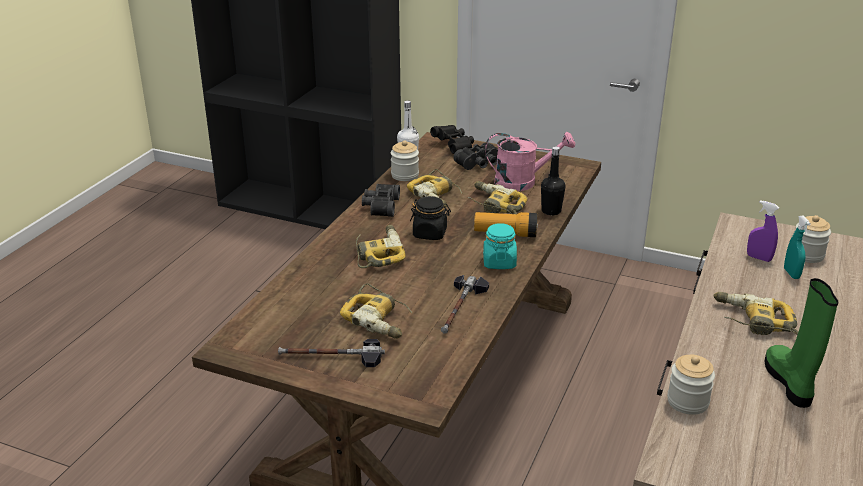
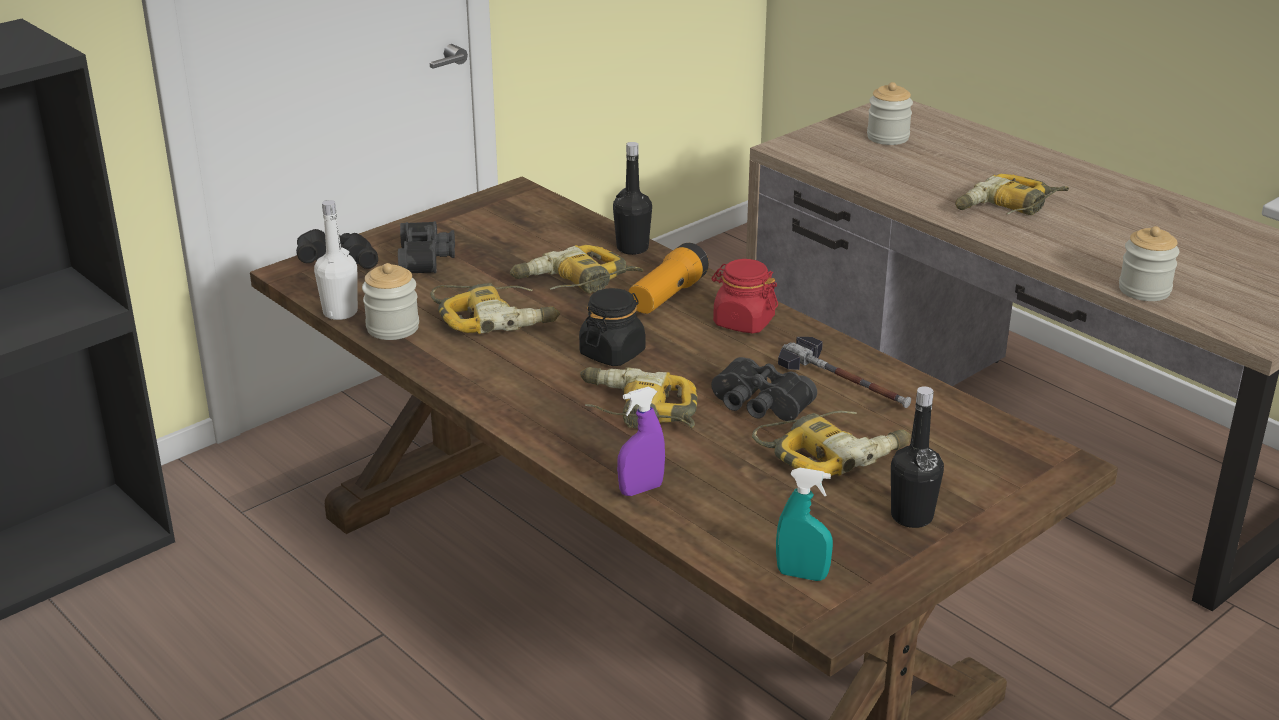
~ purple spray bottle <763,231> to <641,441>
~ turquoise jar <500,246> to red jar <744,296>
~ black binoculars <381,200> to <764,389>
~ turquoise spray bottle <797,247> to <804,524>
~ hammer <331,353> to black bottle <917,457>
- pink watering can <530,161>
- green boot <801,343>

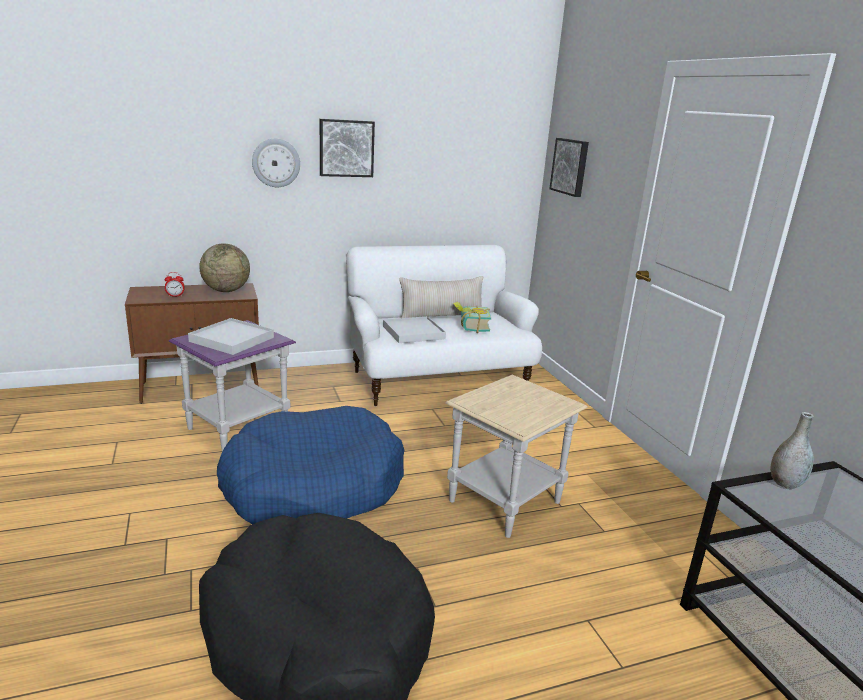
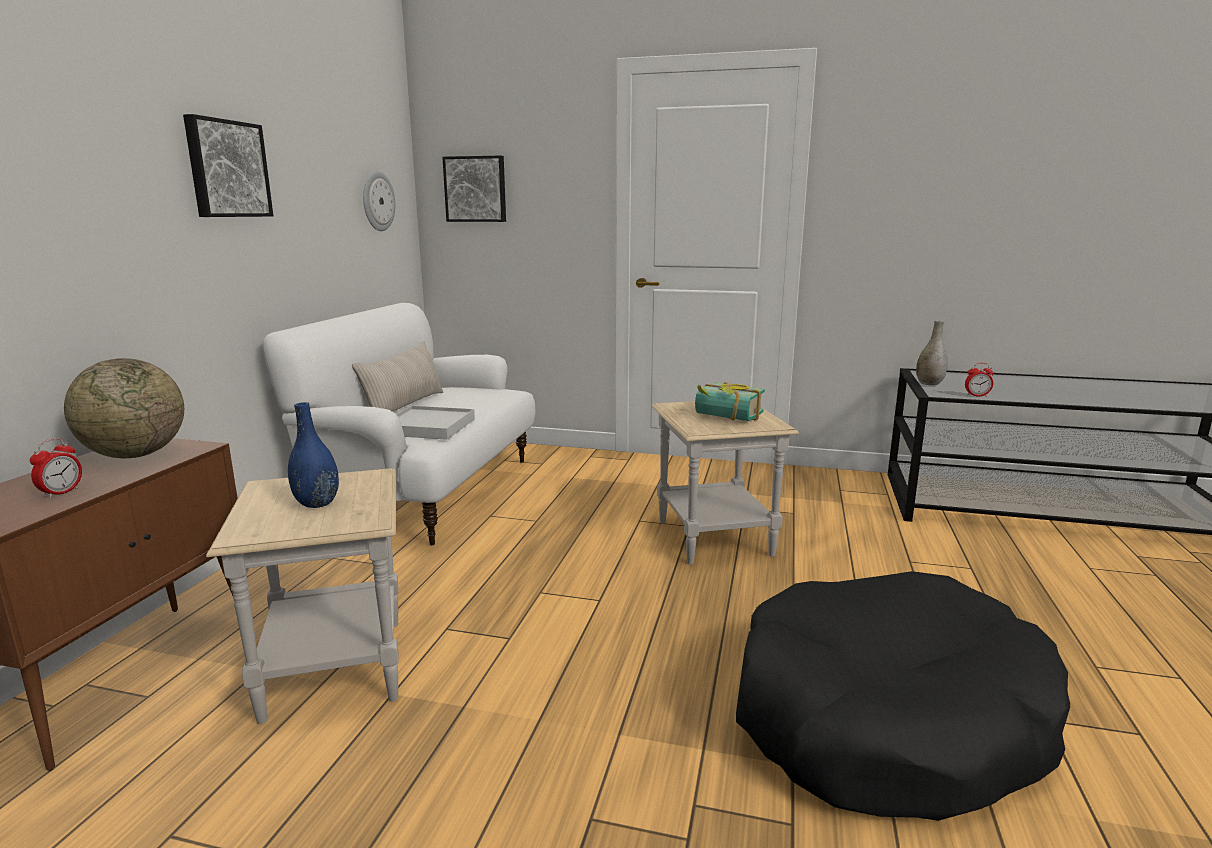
~ purple side table <232,386> to beige side table <302,596>
~ white tray <231,336> to blue vase <313,455>
~ wall clock <276,163> to <379,201>
~ book <472,317> to <730,401>
+ alarm clock <979,380>
- blue dog bed <310,465>

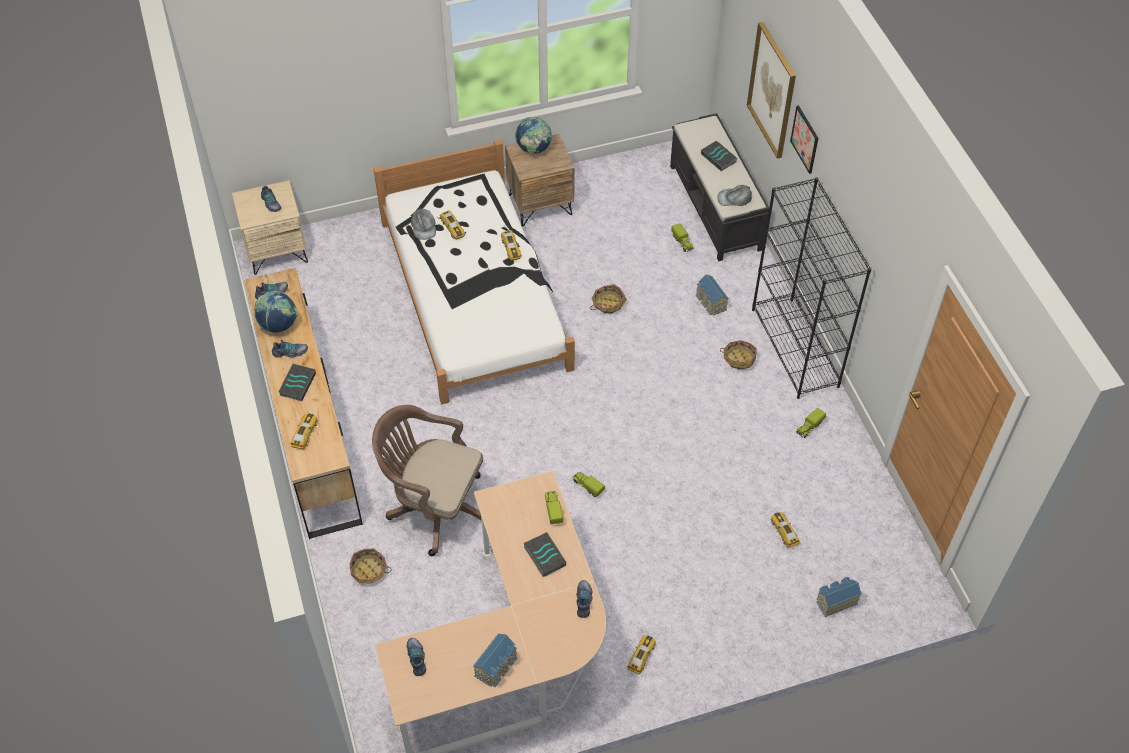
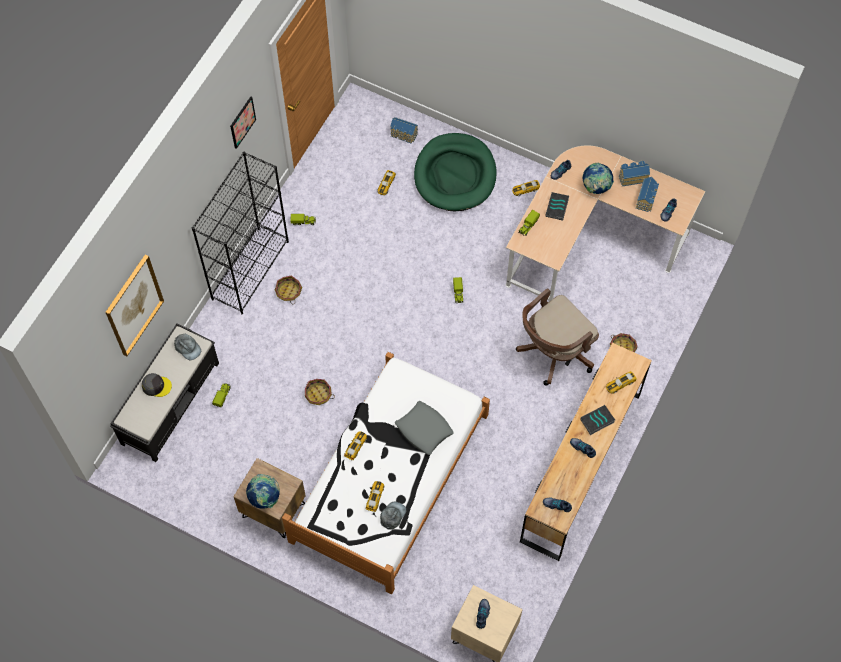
~ book <719,156> to grey cap <157,385>
~ picture <804,139> to <243,122>
+ grey pillow <424,428>
+ green dog bed <455,172>
~ brown office chair <427,480> = <557,337> 75 degrees clockwise
~ globe <276,311> to <598,178>
~ toy house <712,295> to <647,194>

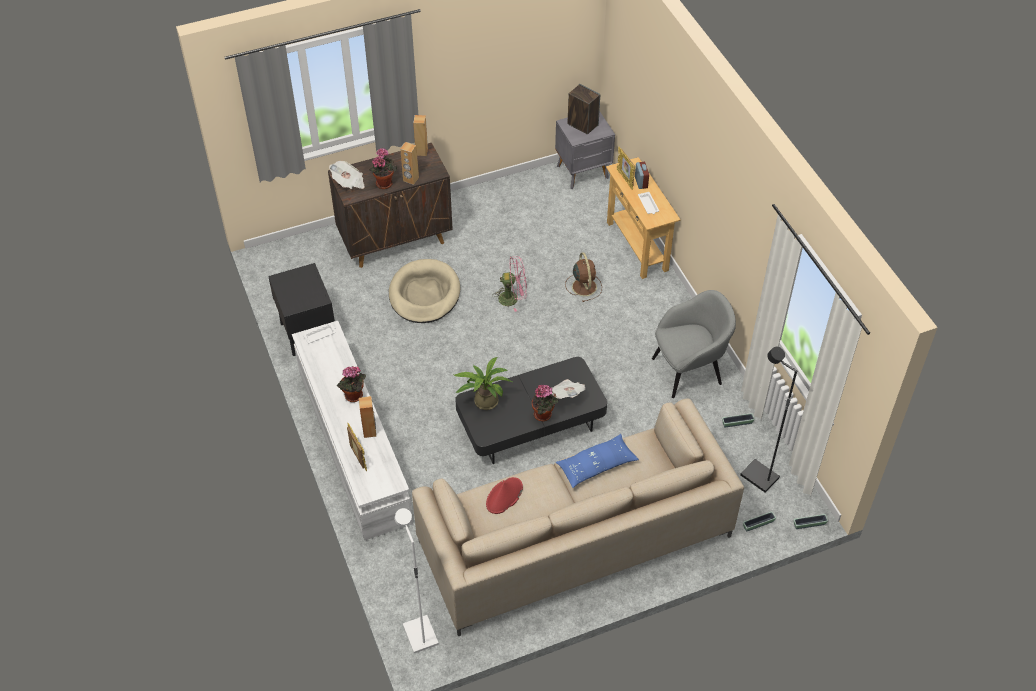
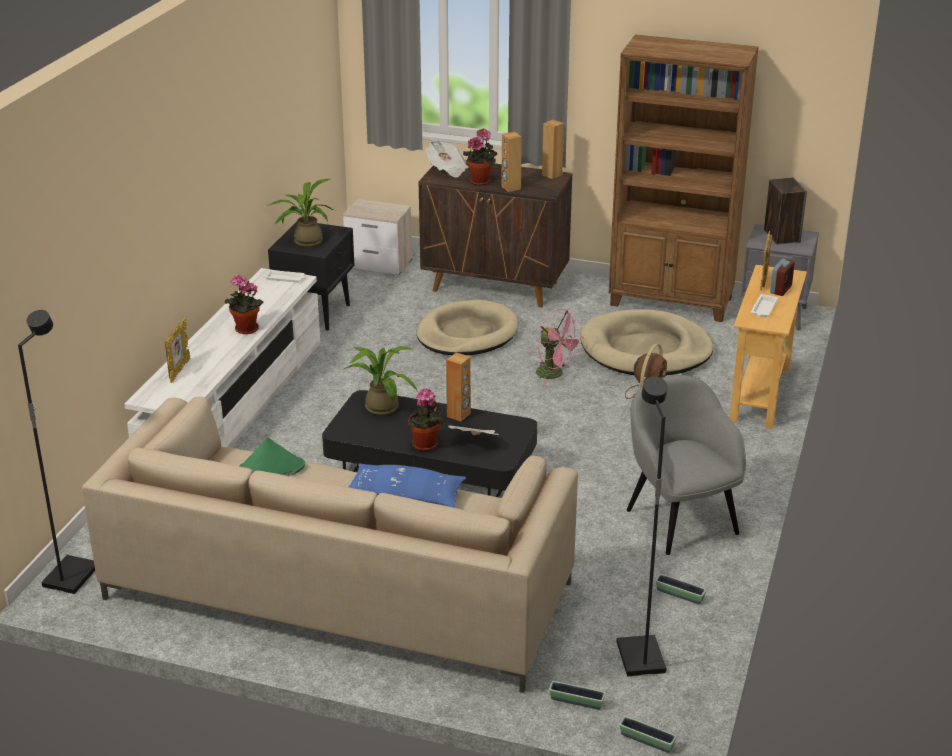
~ white floor lamp <417,581> to black floor lamp <56,452>
~ red hat <504,495> to green hat <272,457>
+ potted plant <301,213>
+ nightstand <377,237>
~ brown speaker <367,417> to <458,387>
+ beige dog bed <646,342>
+ brown bookcase <684,178>
~ grey armchair <694,344> = <686,465> 135 degrees counterclockwise

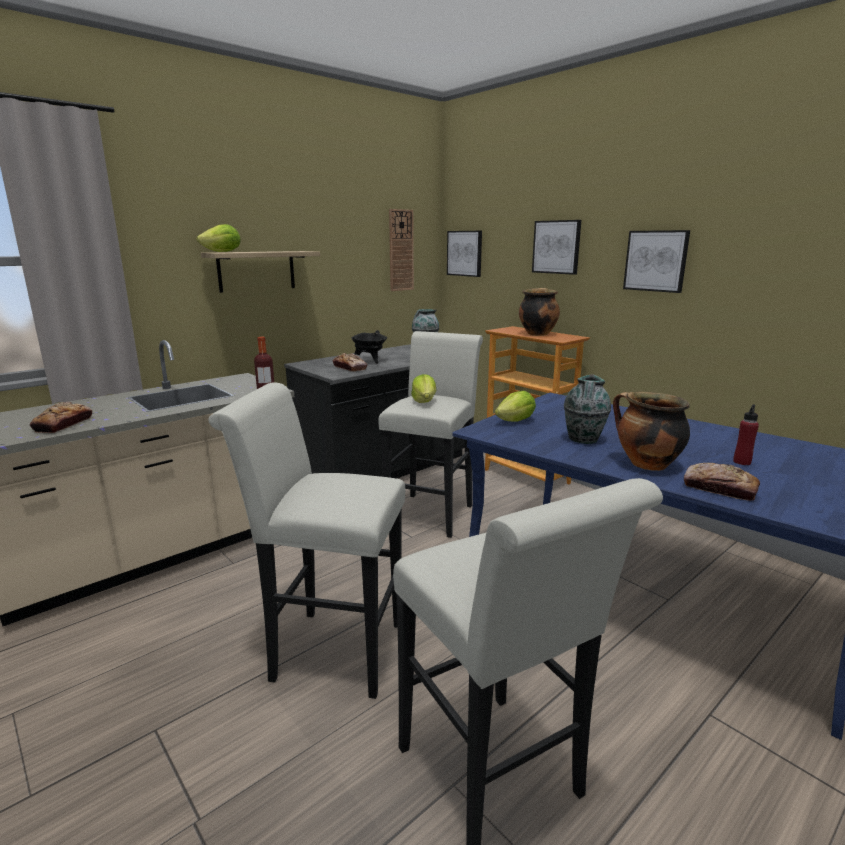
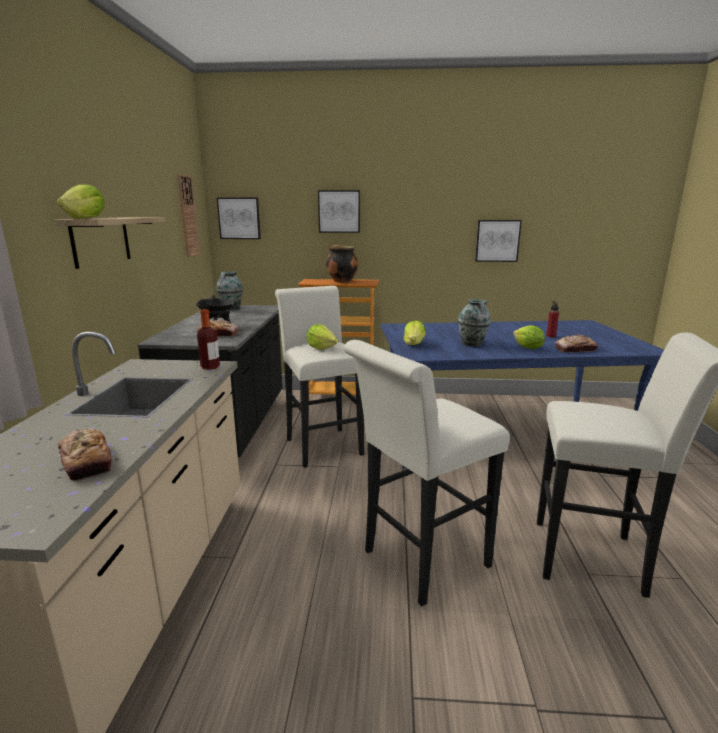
~ picture <656,261> to <498,241>
~ cooking pot <651,431> to lettuce <529,337>

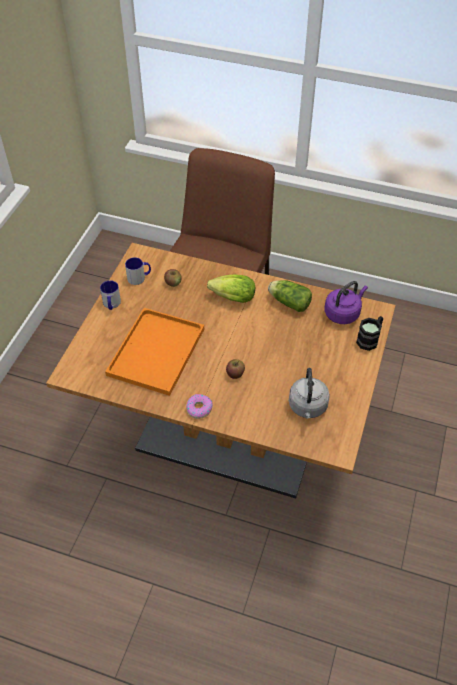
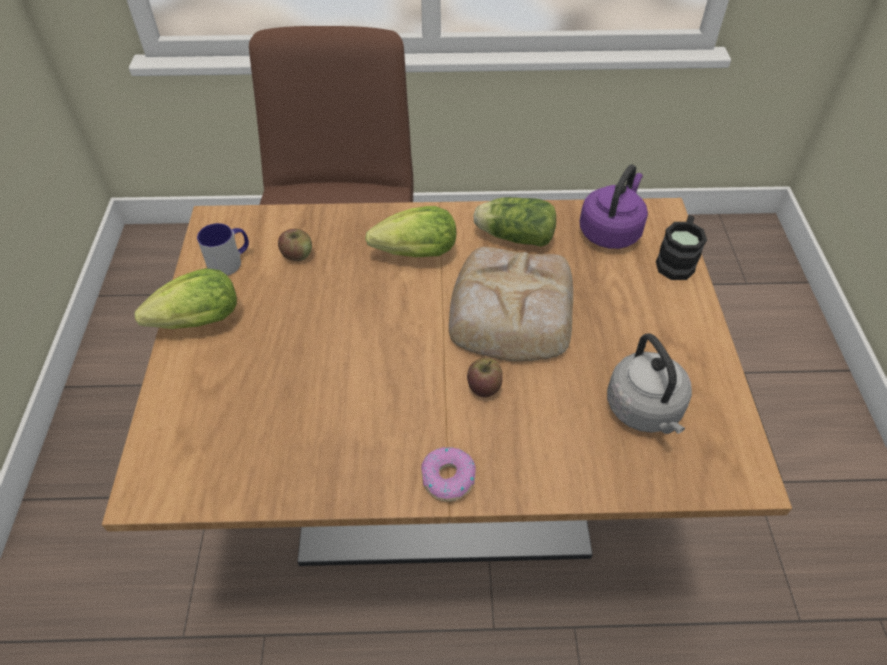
~ mug <110,295> to lettuce <185,298>
+ bread <511,304>
- orange tray <154,352>

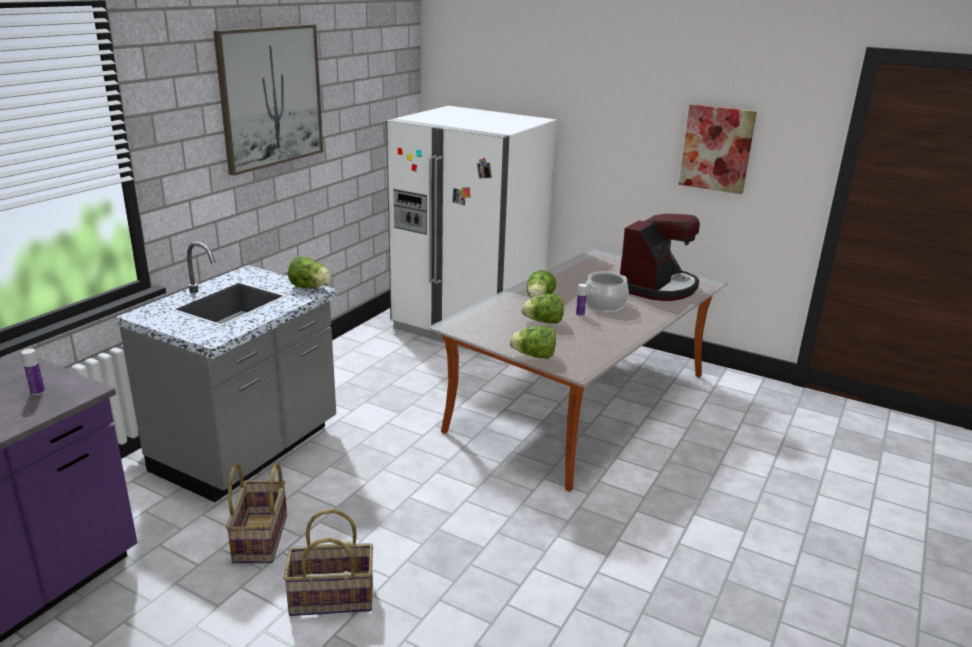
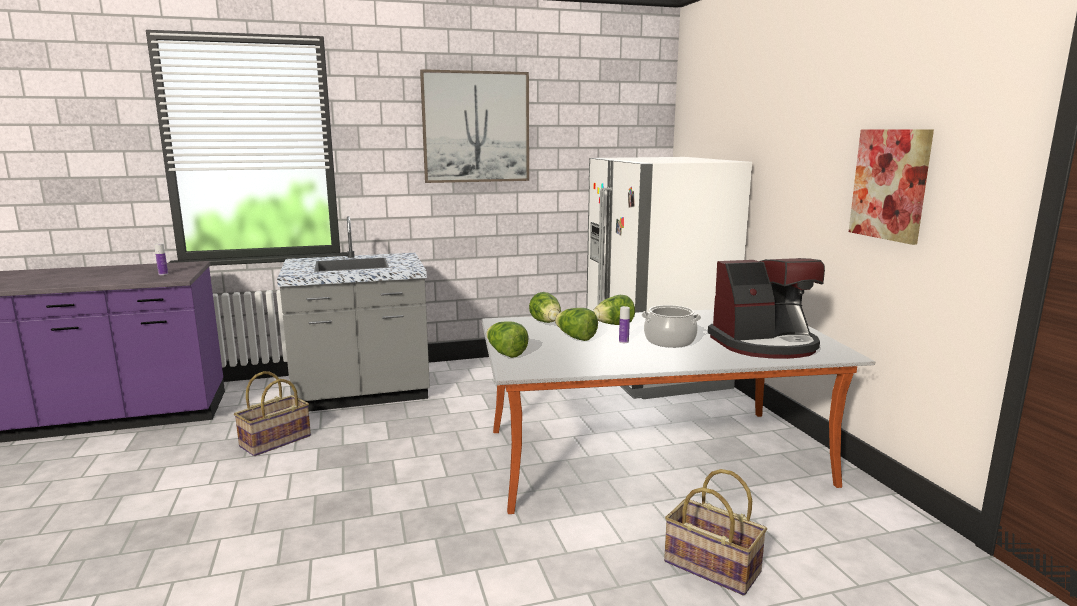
~ lettuce <310,272> to <545,307>
~ basket <328,562> to <715,532>

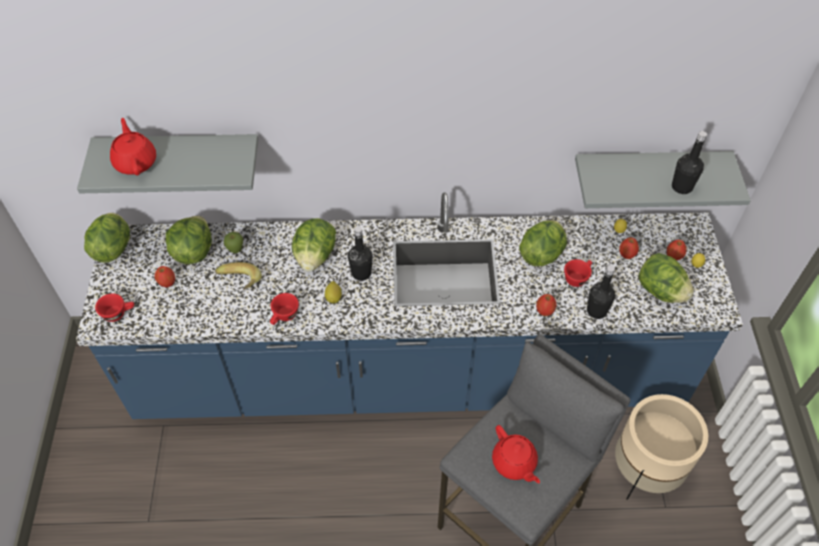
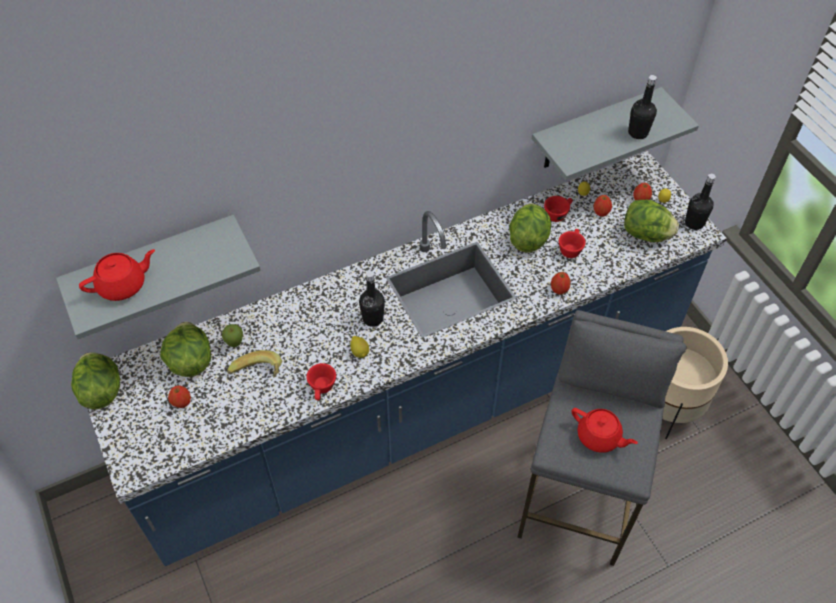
~ red teapot <133,147> = <117,275> 105 degrees clockwise
~ red cup <114,307> to <558,209>
~ black bottle <601,292> to <700,202>
- lettuce <314,245>

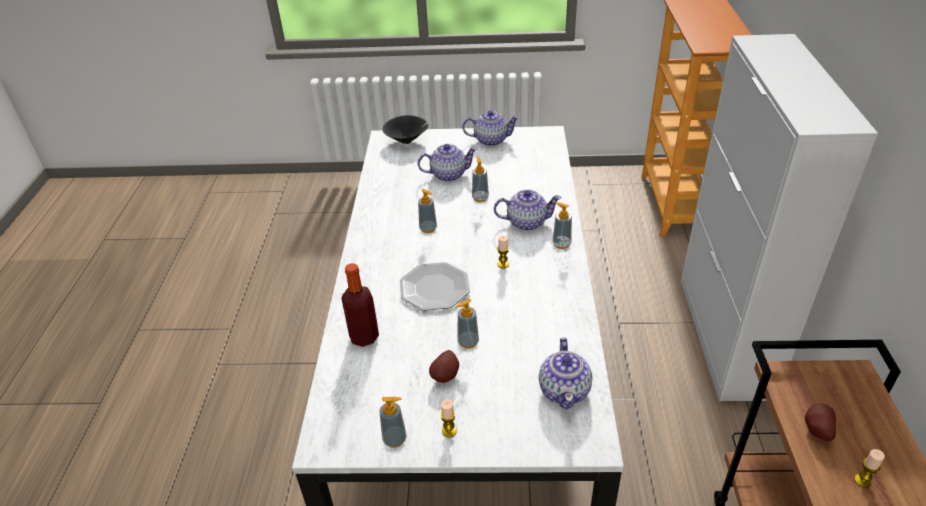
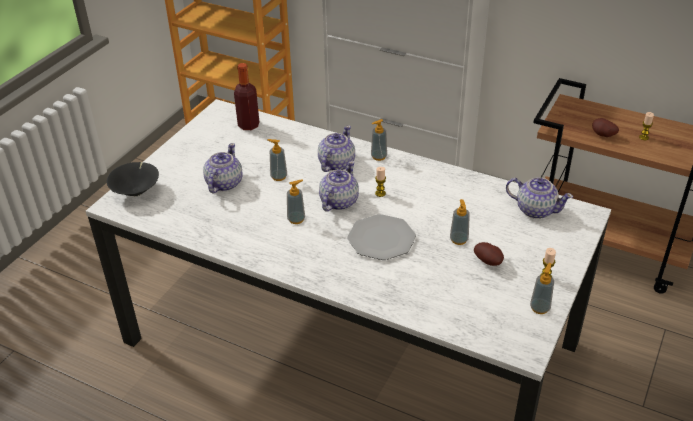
~ bottle <360,305> to <246,96>
~ teapot <491,128> to <339,186>

